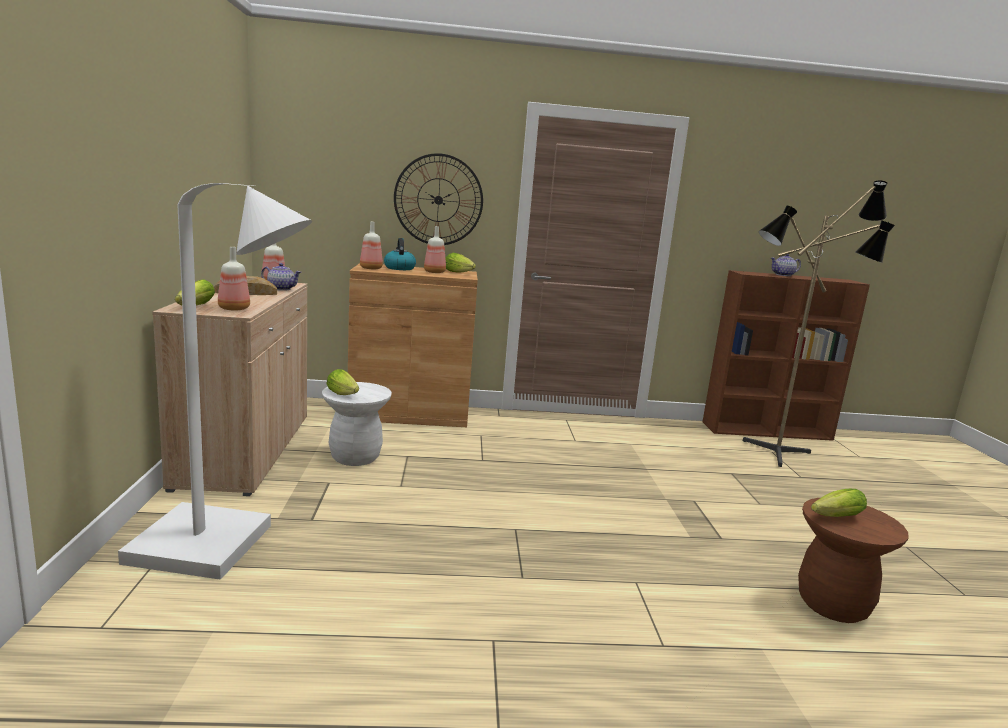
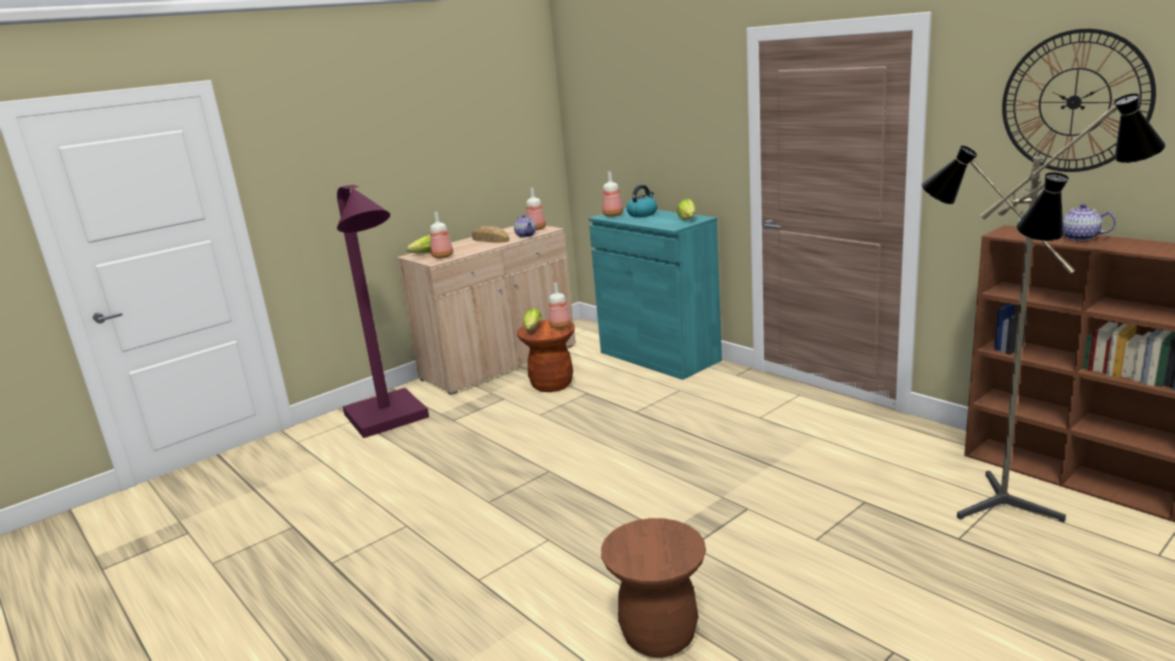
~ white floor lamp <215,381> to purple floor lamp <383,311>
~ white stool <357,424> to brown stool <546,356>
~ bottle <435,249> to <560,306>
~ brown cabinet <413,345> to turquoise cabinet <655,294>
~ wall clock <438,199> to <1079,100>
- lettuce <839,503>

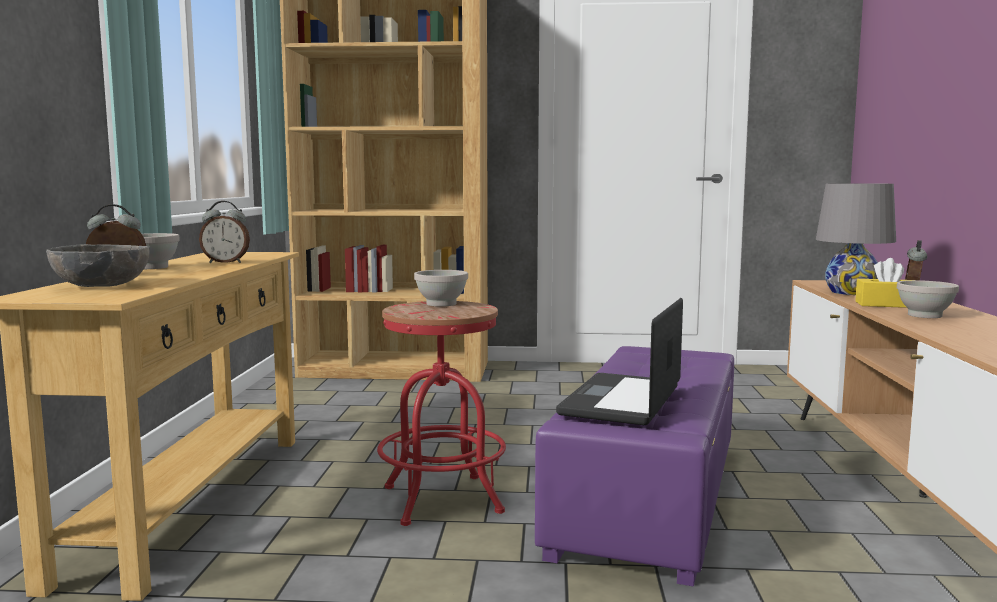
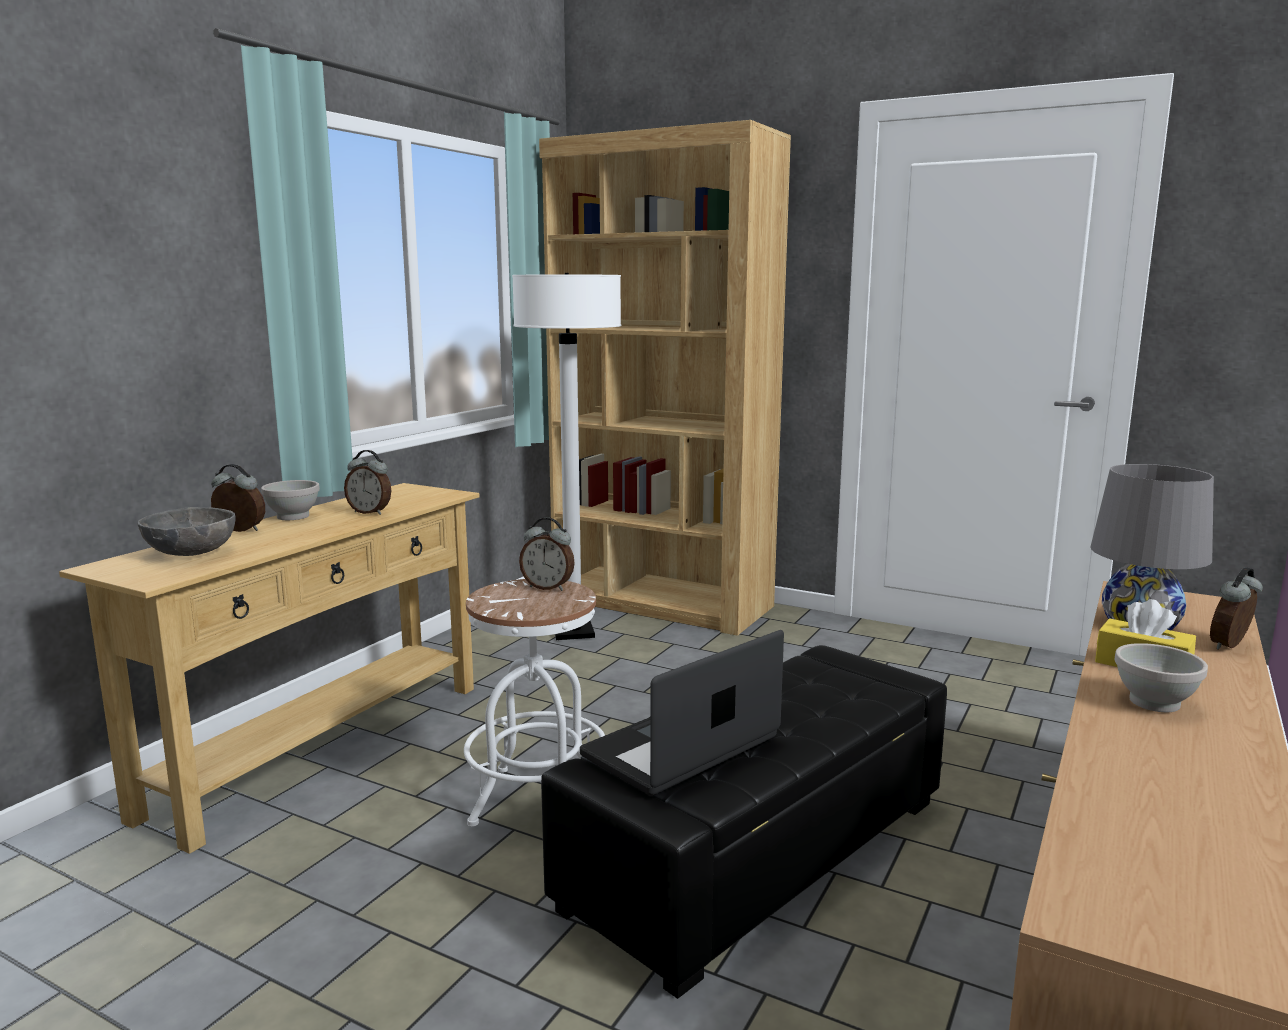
~ red stool <441,413> to white stool <534,702>
+ white floor lamp <566,456>
~ white bowl <441,288> to alarm clock <547,554>
~ purple ottoman <634,466> to black ottoman <744,822>

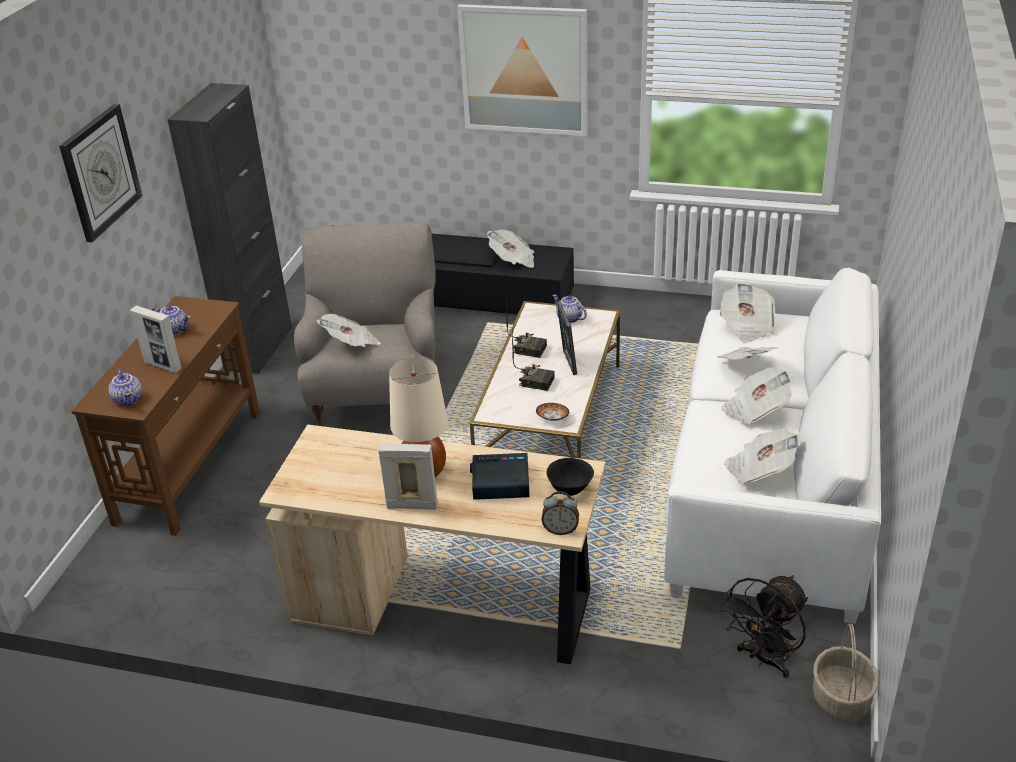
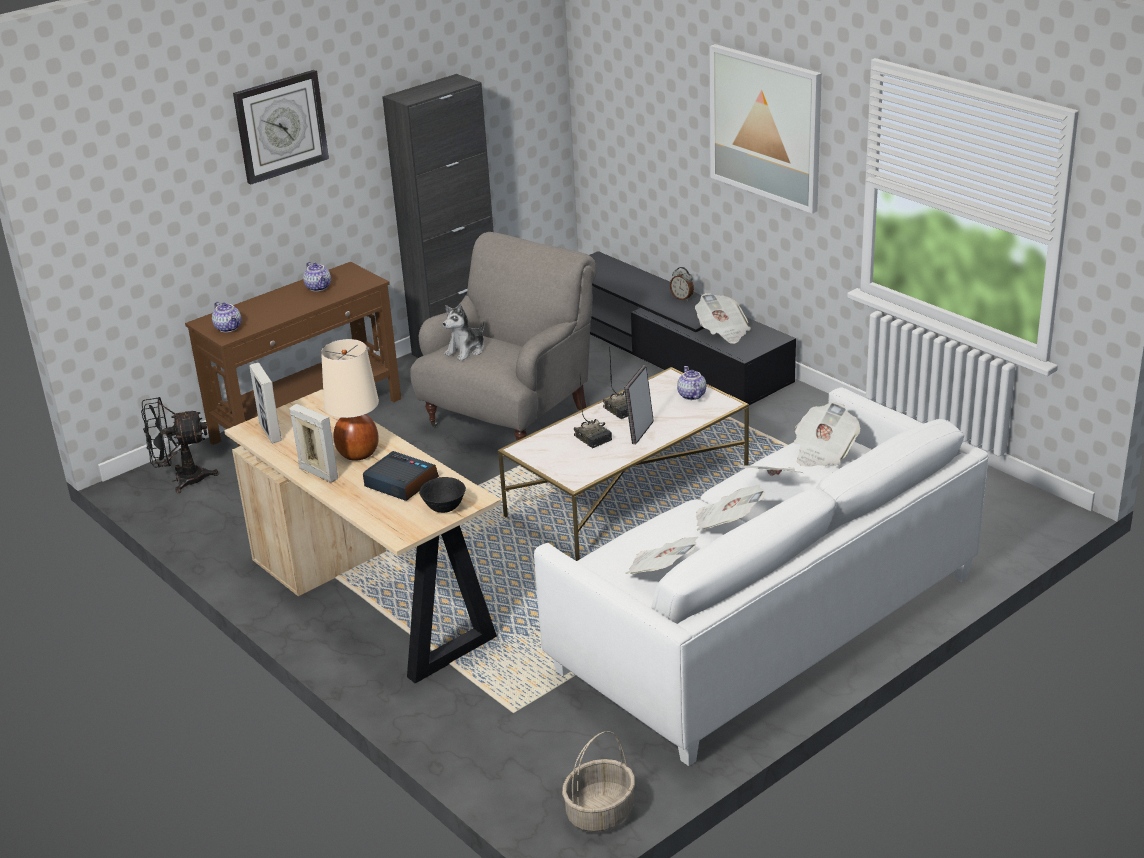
~ black fan <763,626> to <180,445>
~ teapot <125,387> = <226,317> 45 degrees counterclockwise
~ picture frame <156,339> to <265,403>
~ newspaper <348,330> to plush toy <464,332>
~ alarm clock <560,513> to <682,284>
- bowl <552,412>

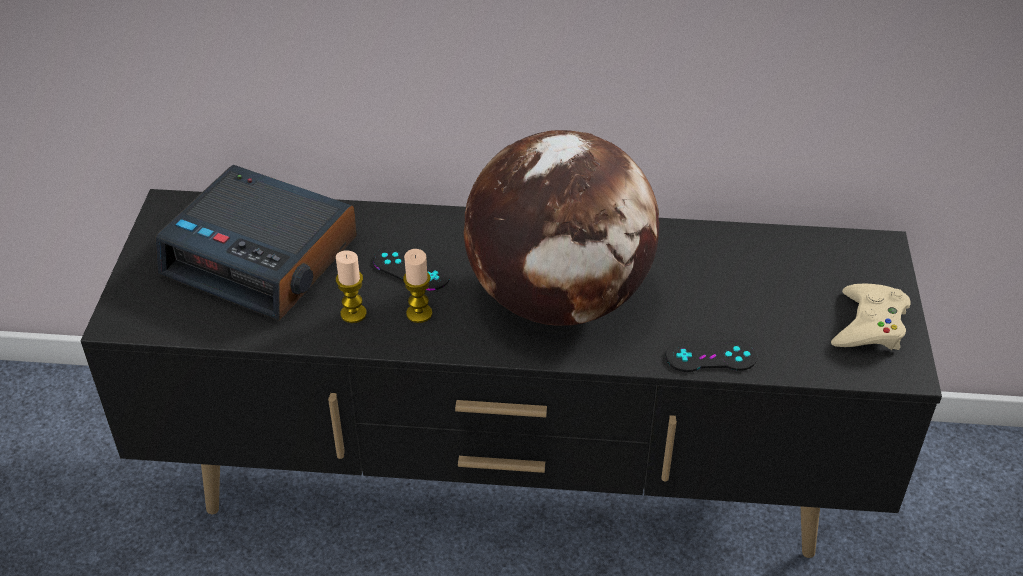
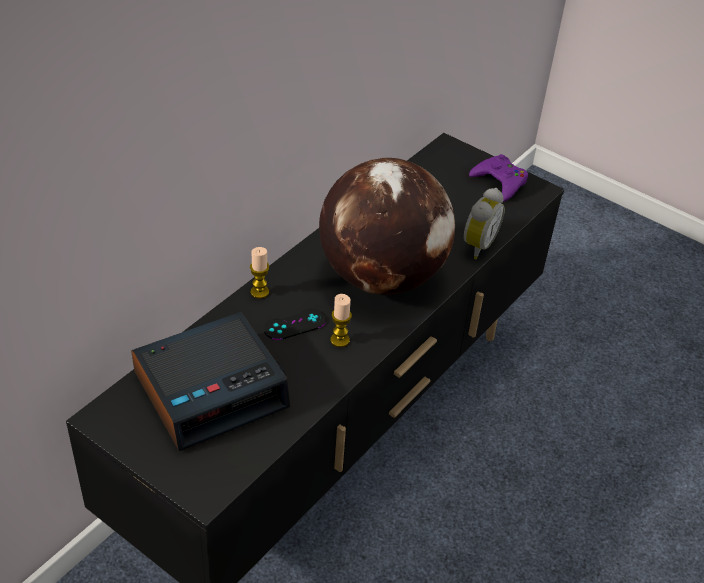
~ candle <351,286> to <259,273>
~ black game controller <712,356> to alarm clock <484,223>
~ beige game controller <871,316> to purple game controller <498,177>

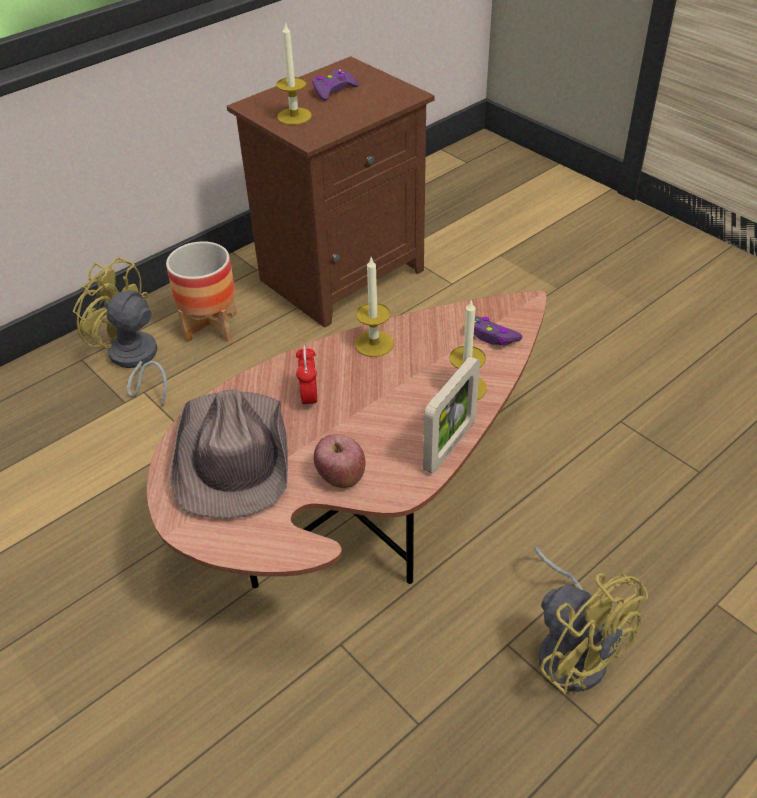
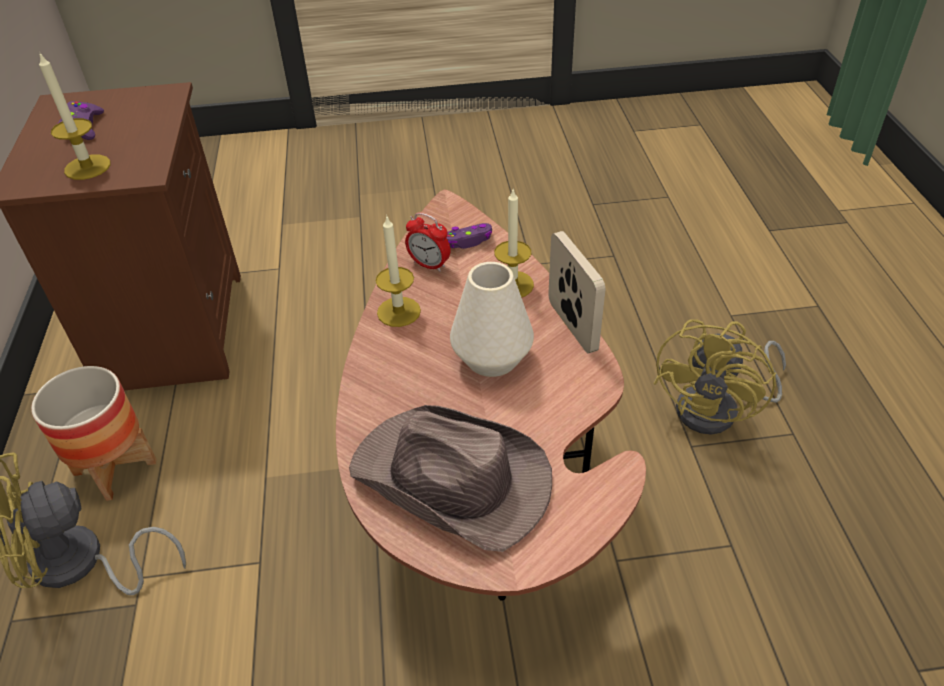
~ alarm clock <306,377> to <428,242>
+ white vase <492,319>
~ yellow fan <591,620> = <720,376> 120 degrees clockwise
- apple <340,461>

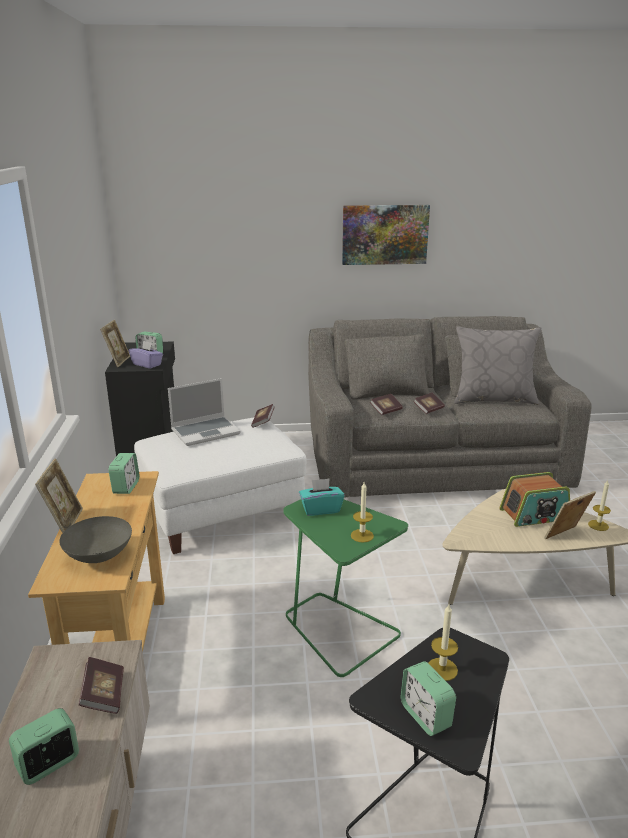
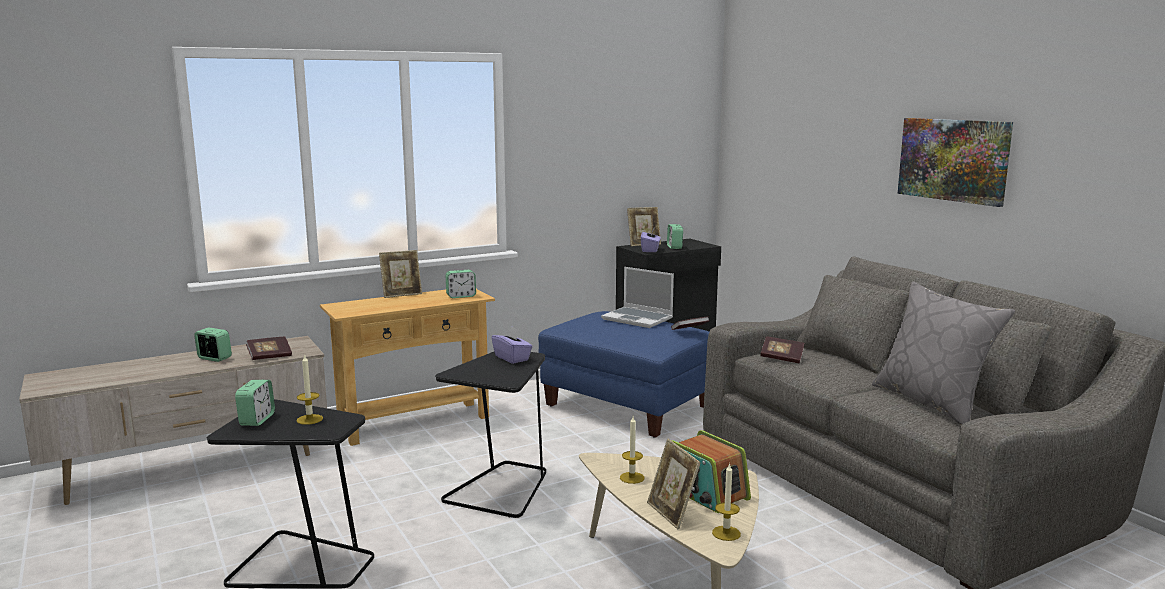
~ alarm clock <428,698> = <255,403> 150 degrees clockwise
~ green side table <346,588> to black side table <490,435>
~ turquoise tissue box <321,497> to purple tissue box <512,345>
~ white ottoman <220,486> to blue ottoman <623,374>
~ candle <362,512> to <632,450>
~ picture frame <570,515> = <674,484> 150 degrees counterclockwise
- grey bowl <95,539>
- book <429,403>

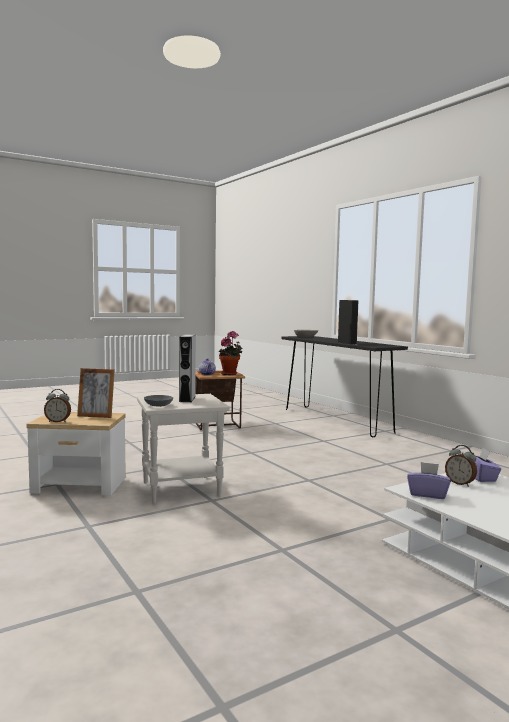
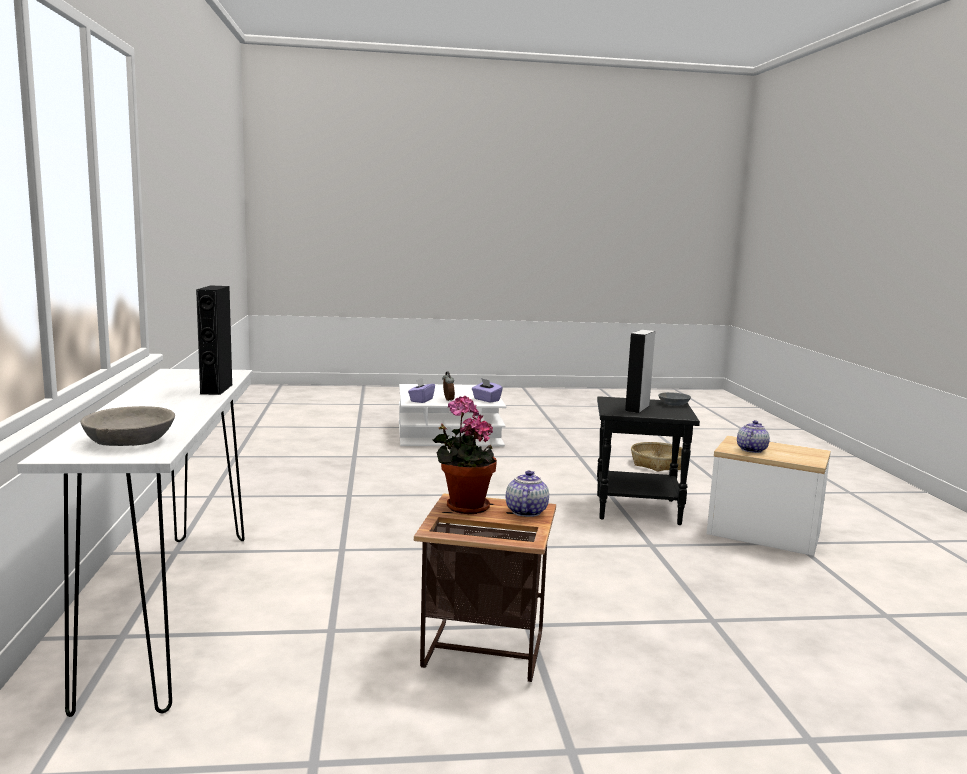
~ black console table <344,386> to white console table <135,543>
~ white side table <183,449> to black side table <648,460>
+ basket <657,457>
~ picture frame <96,393> to teapot <753,436>
- alarm clock <57,405>

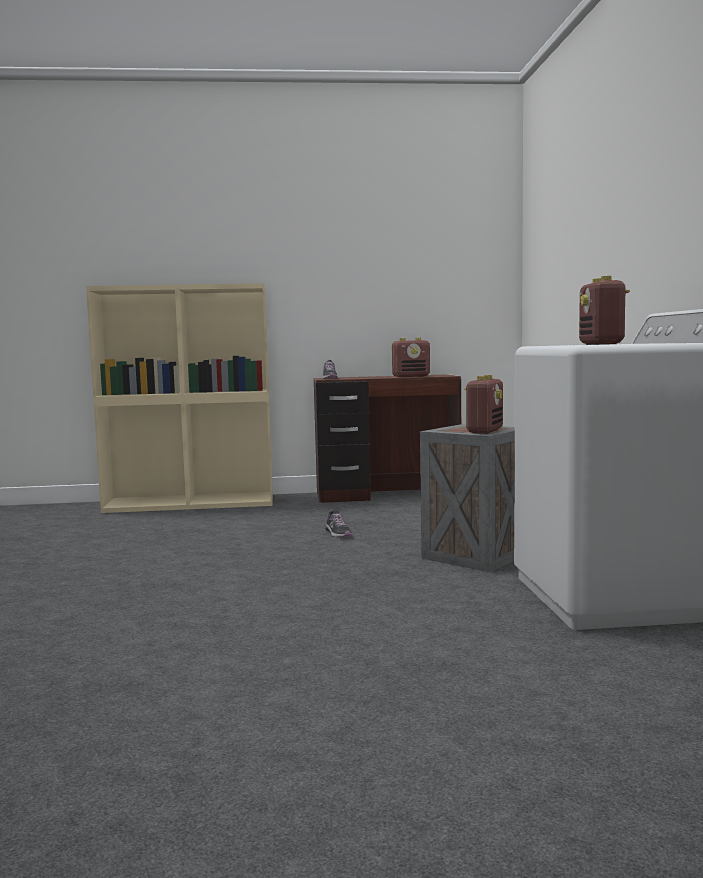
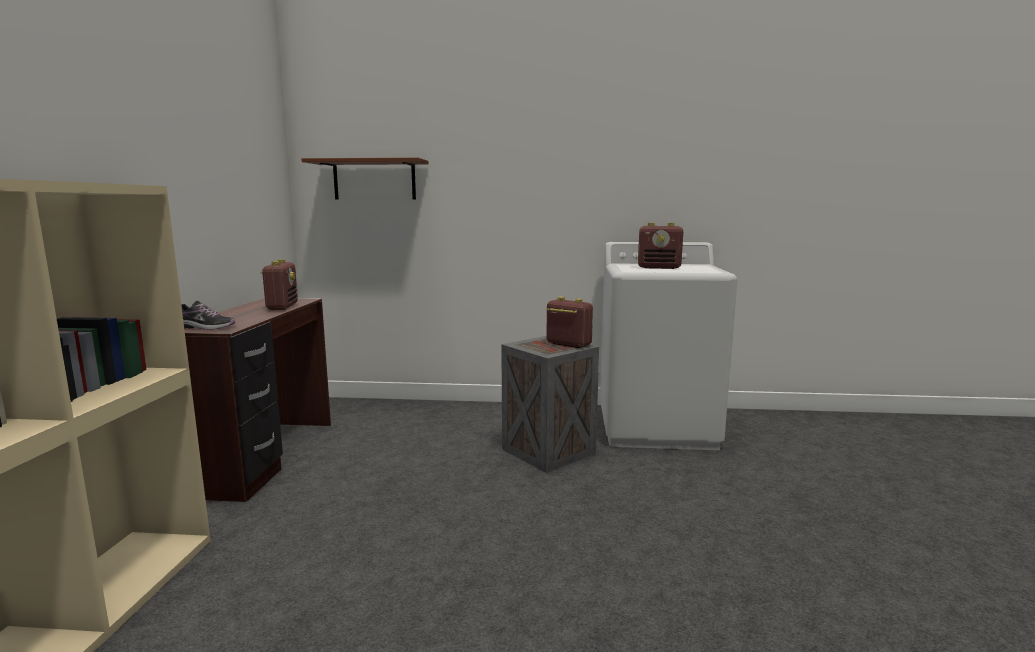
+ brown shelf <365,178>
- shoe <338,522>

